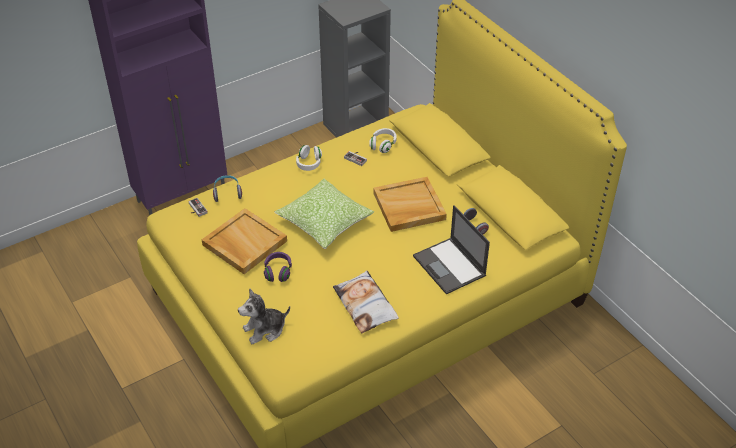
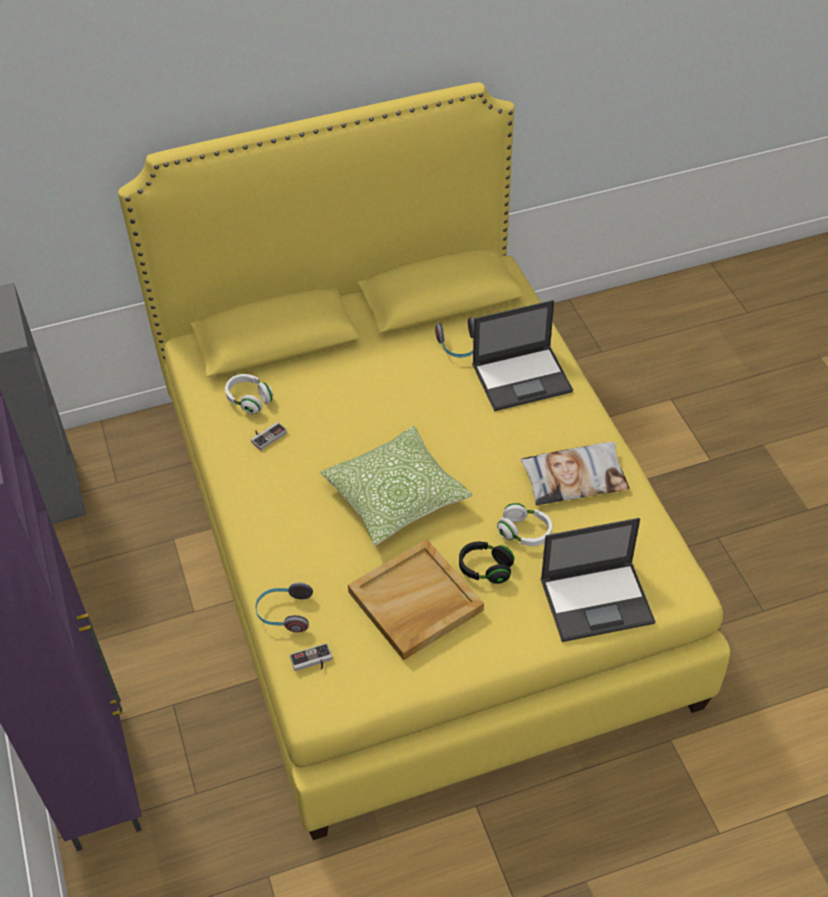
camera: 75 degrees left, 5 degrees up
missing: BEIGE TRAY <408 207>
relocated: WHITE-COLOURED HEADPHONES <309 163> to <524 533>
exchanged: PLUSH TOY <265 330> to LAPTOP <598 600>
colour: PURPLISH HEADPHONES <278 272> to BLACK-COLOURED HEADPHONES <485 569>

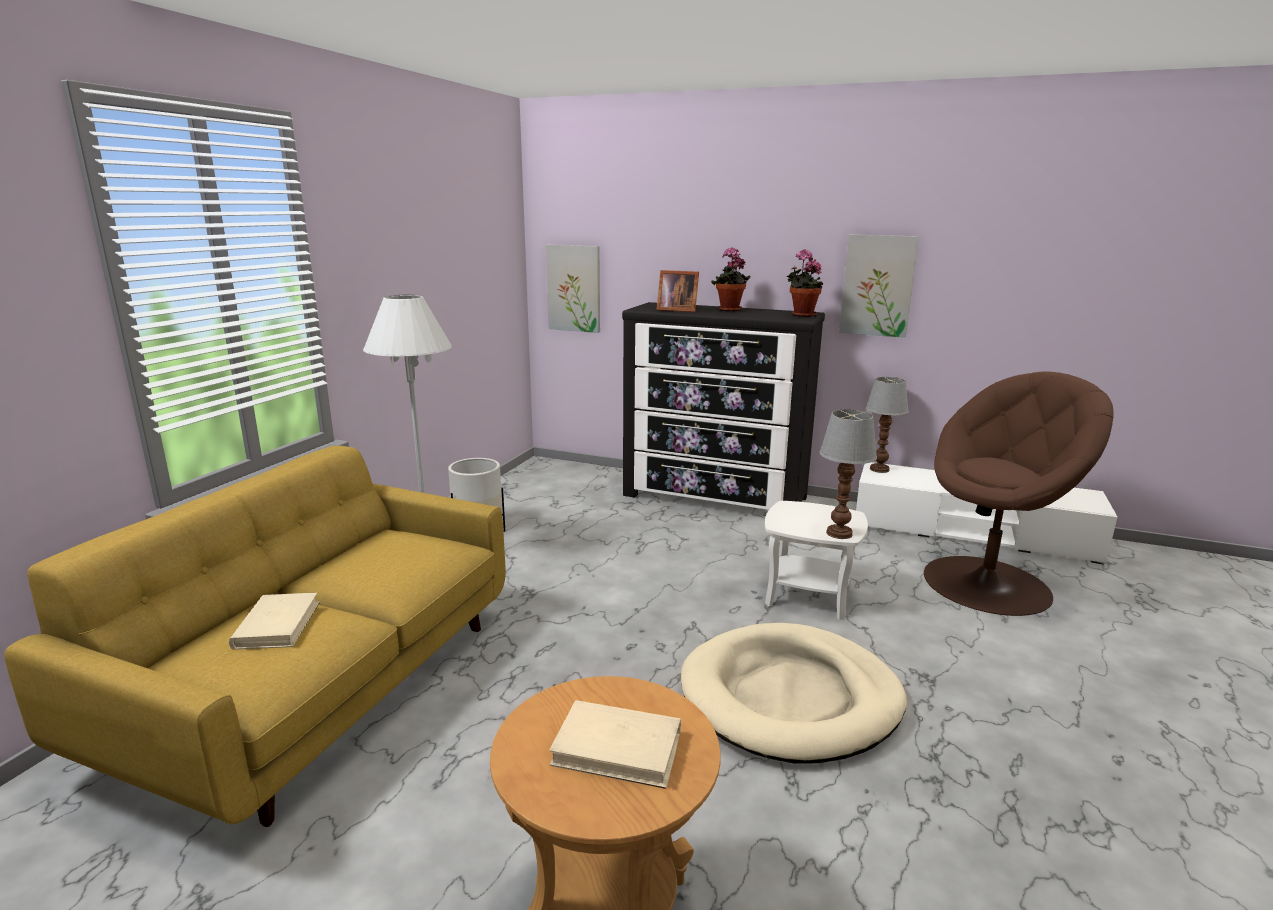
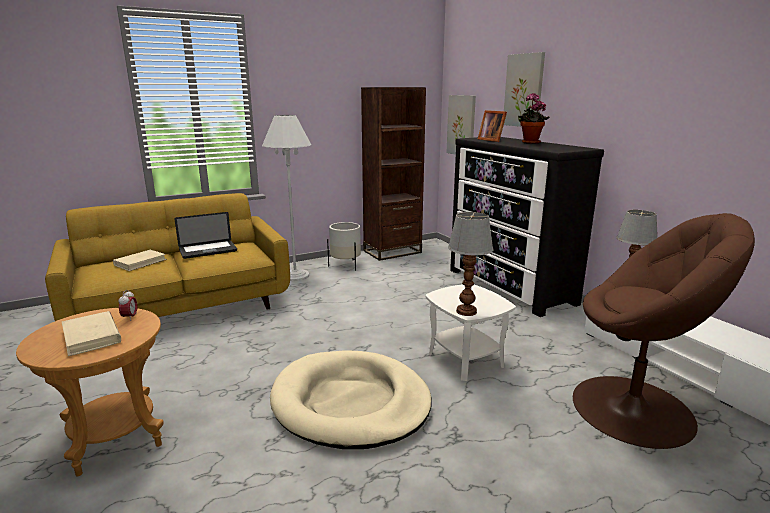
camera: 40 degrees right, 0 degrees up
missing: HOUSEPLANT <801 315>
appeared: BROWN BOOKSHELF <392 252>; LAPTOP <208 250>; BEDSIDE CLOCK <130 317>
relocated: PICTURE <877 285> to <524 90>

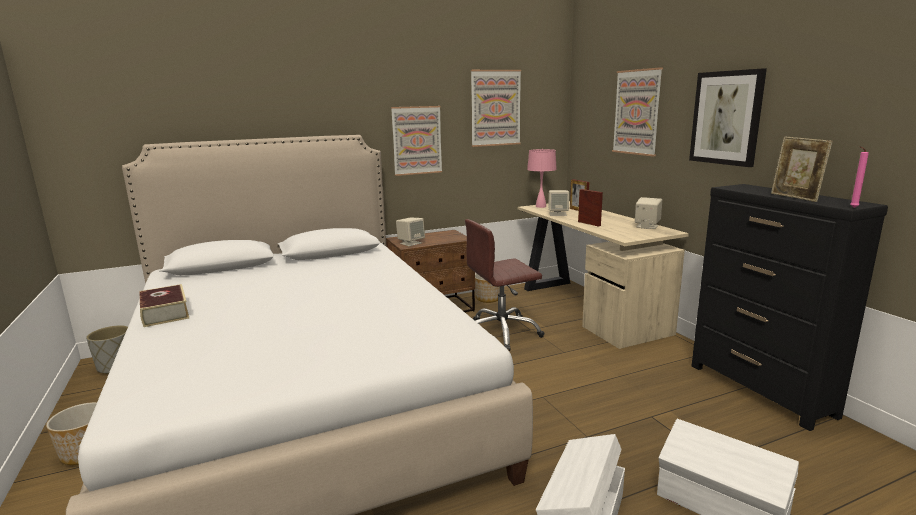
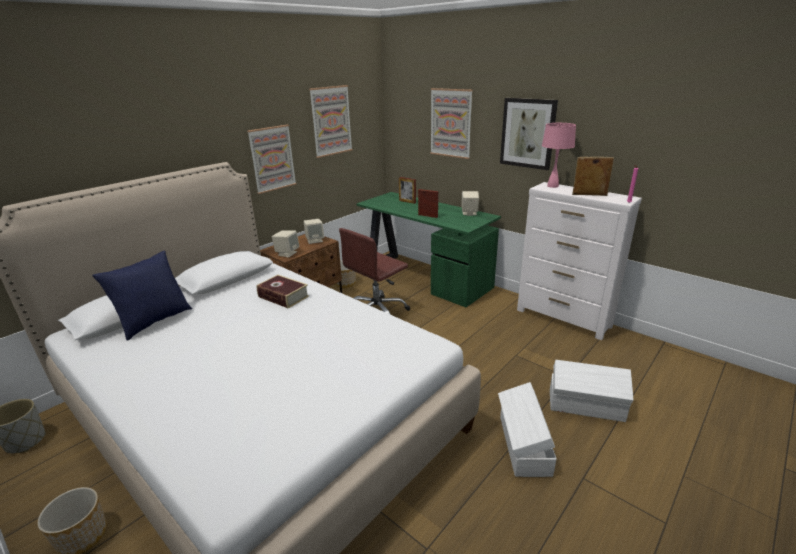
camera: 25 degrees left, 10 degrees up
appeared: BLUE-COLOURED THROW PILLOW <154 321>
relocated: PINK TABLE LAMP <541 206> to <553 186>; BEIGE LOUDSPEAKER <558 214> to <315 240>; BOOK <165 313> to <283 296>
colour: BLACK-COLOURED DRESSER <760 390> to WHITE-COLOURED DRESSER <563 318>; BEIGE DESK TABLE <588 308> to GREEN-COLOURED DESK TABLE <425 277>
spun: PICTURE FRAME <795 197> = <589 195> 150 degrees clockwise

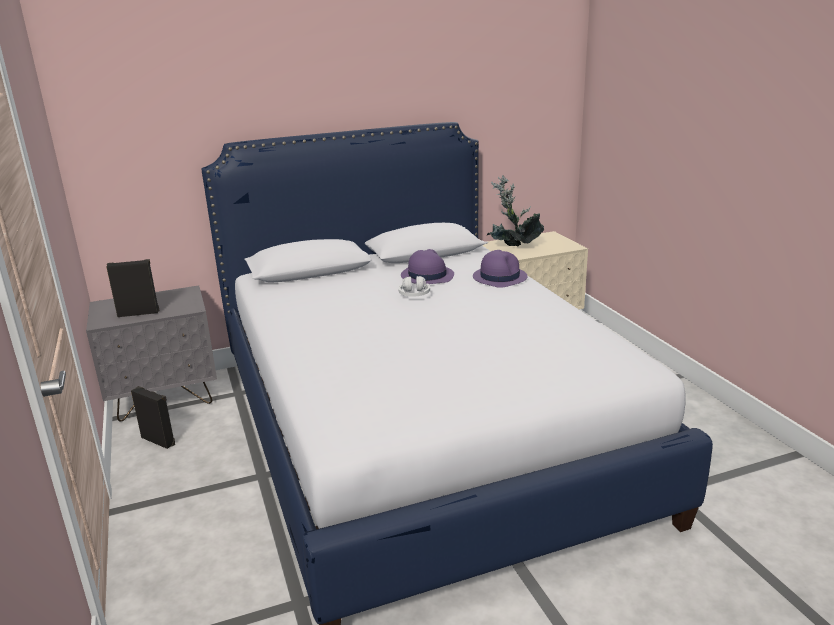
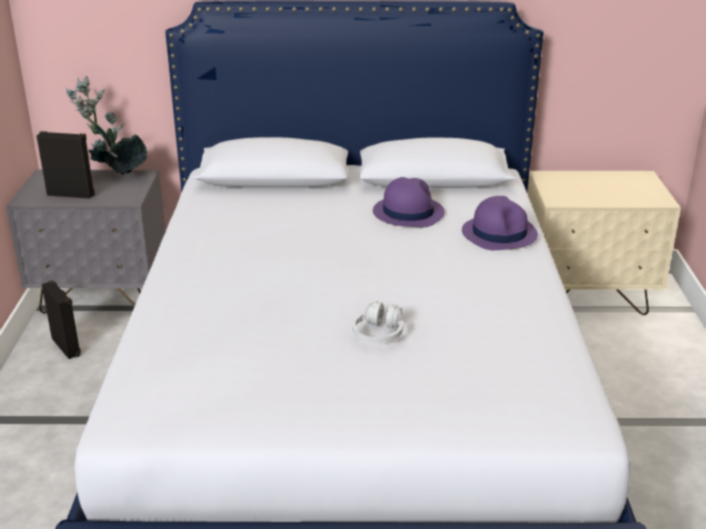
camera: 20 degrees right, 5 degrees up
relocated: HOUSEPLANT <513 248> to <115 177>; WHITE-COLOURED HEADPHONES <414 295> to <379 334>

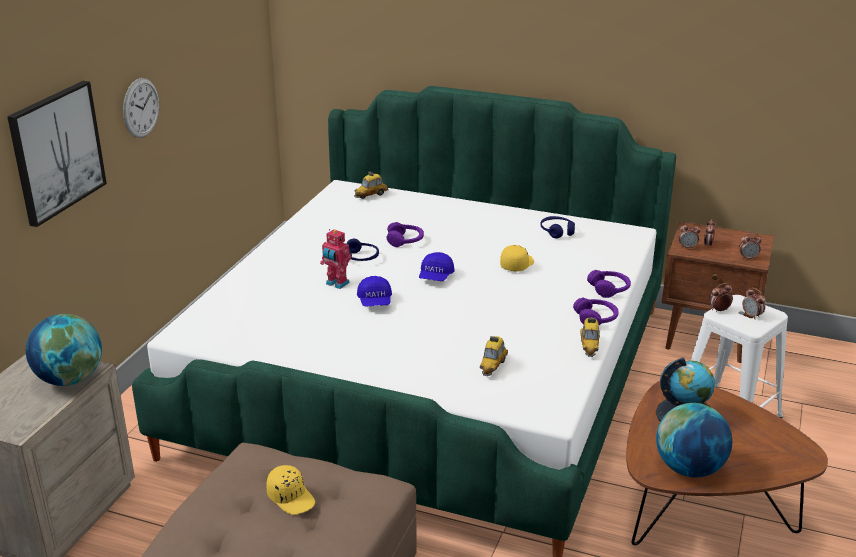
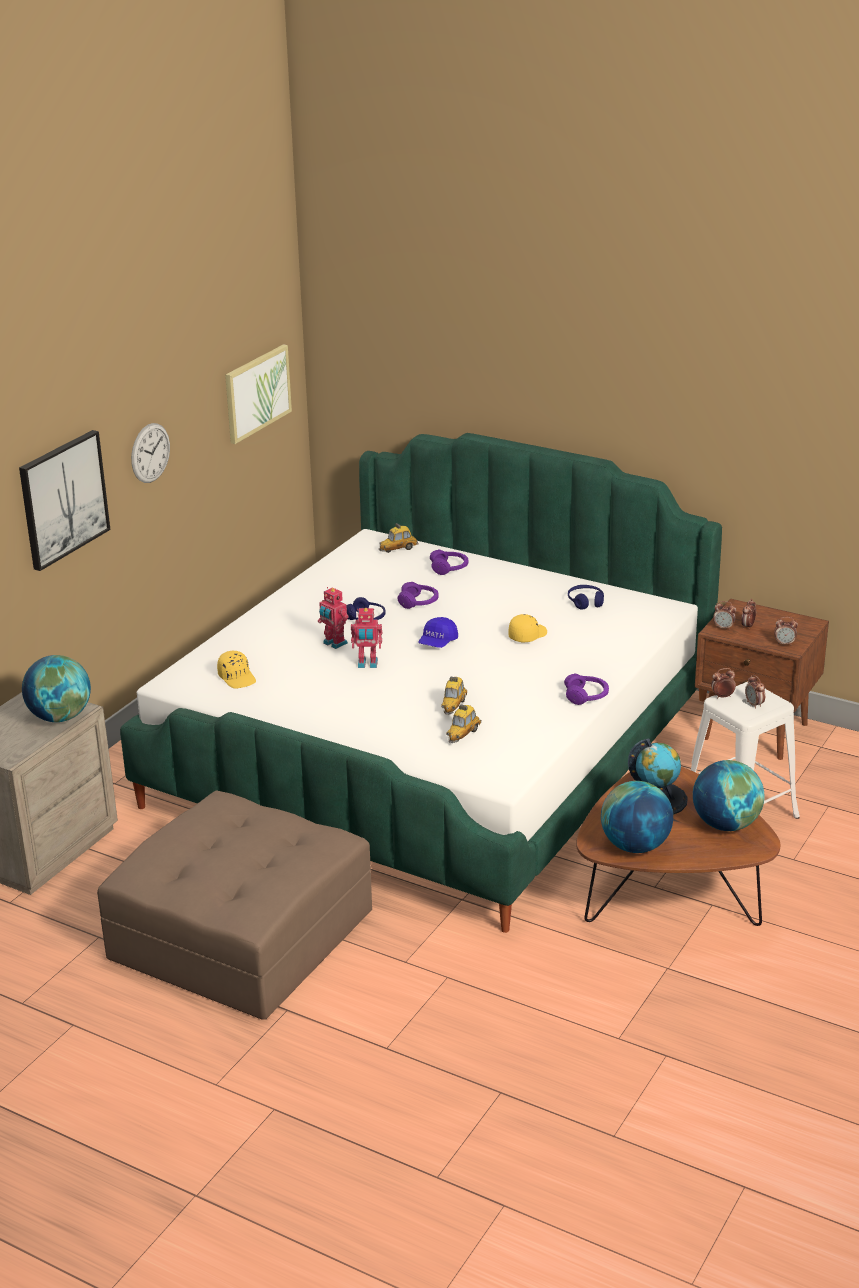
camera: 10 degrees right, 0 degrees up
appeared: PICTURE <257 393>; DESK GLOBE <726 824>
relocated: PURPLISH HEADPHONES <609 289> to <449 568>; TOY CAR <589 347> to <453 706>; YELLOW CAP <291 497> to <237 677>
exchanged: BLUE-COLOURED CAP <375 302> to ROBOT FIGURE <367 664>

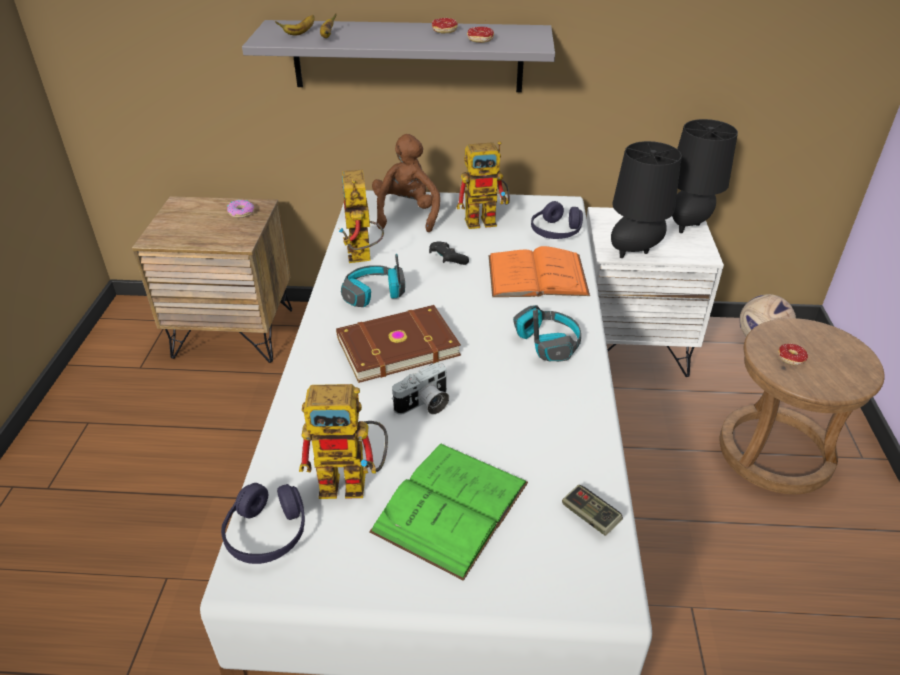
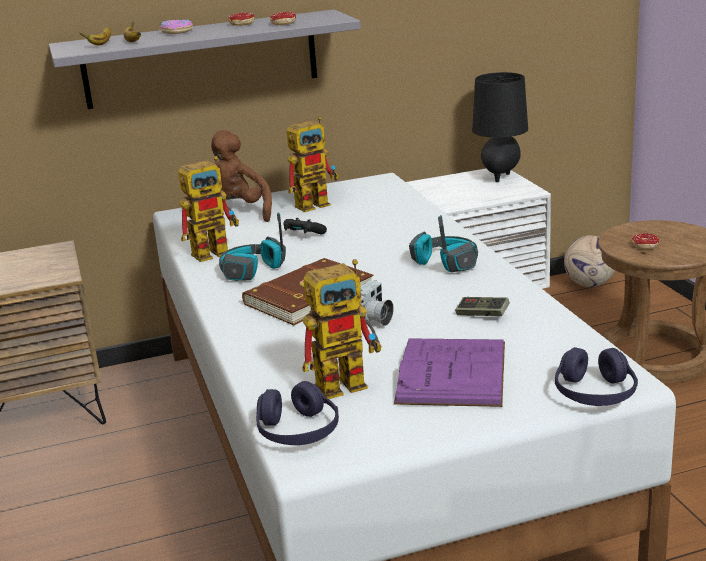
camera: 20 degrees left, 15 degrees down
missing: BLACK-COLOURED TABLE LAMP <634 252>; ORANGEY BOOK <537 275>
relocated: DOUGHNUT <241 212> to <177 32>; PURPLISH HEADPHONES <556 231> to <595 393>; GAME CONTROLLER <590 516> to <482 315>
colour: GREEN-COLOURED BOOK <451 507> to PURPLISH BOOK <452 372>
spun: ROBOT FIGURE <363 258> = <217 251> 90 degrees counterclockwise

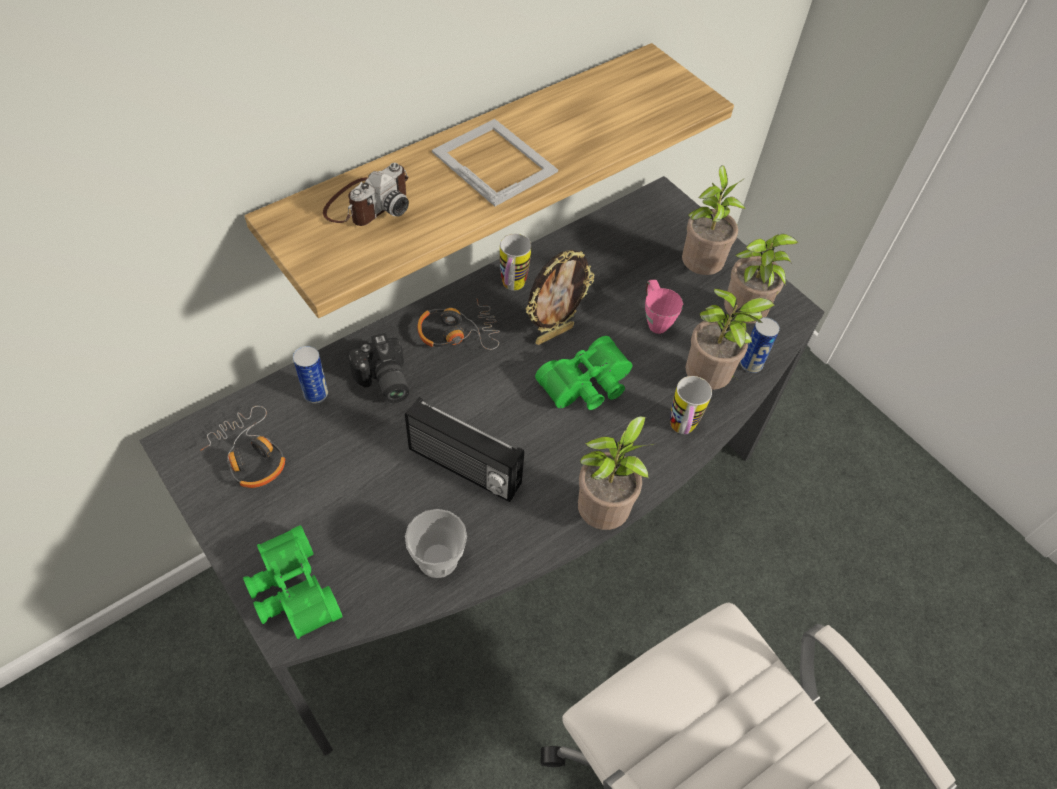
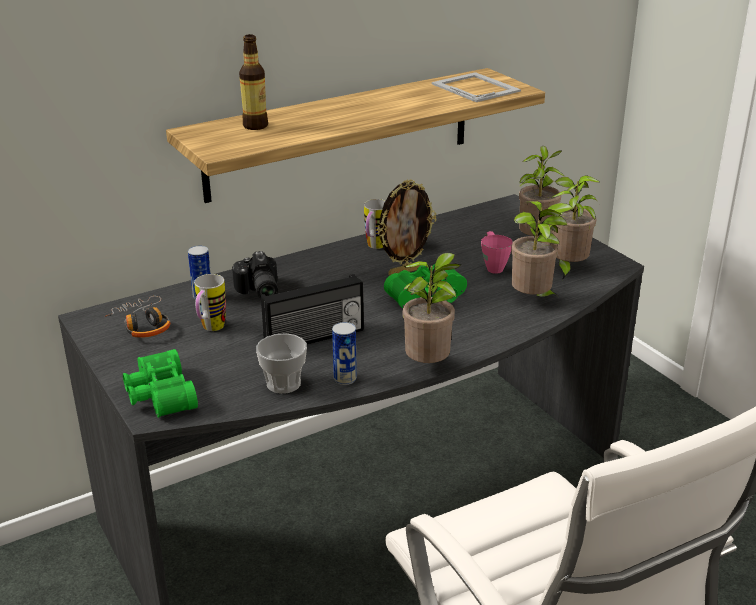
camera: 10 degrees right, 25 degrees down
missing: HEADPHONES <458 332>
relocated: PICTURE FRAME <494 160> to <475 87>; METAL CAN <751 364> to <345 379>; MUG <681 431> to <210 329>
exchanged: STILL CAMERA <368 204> to DRINK BOTTLE <255 126>
spun: RADIO RECEIVER <463 468> = <315 338> 60 degrees counterclockwise

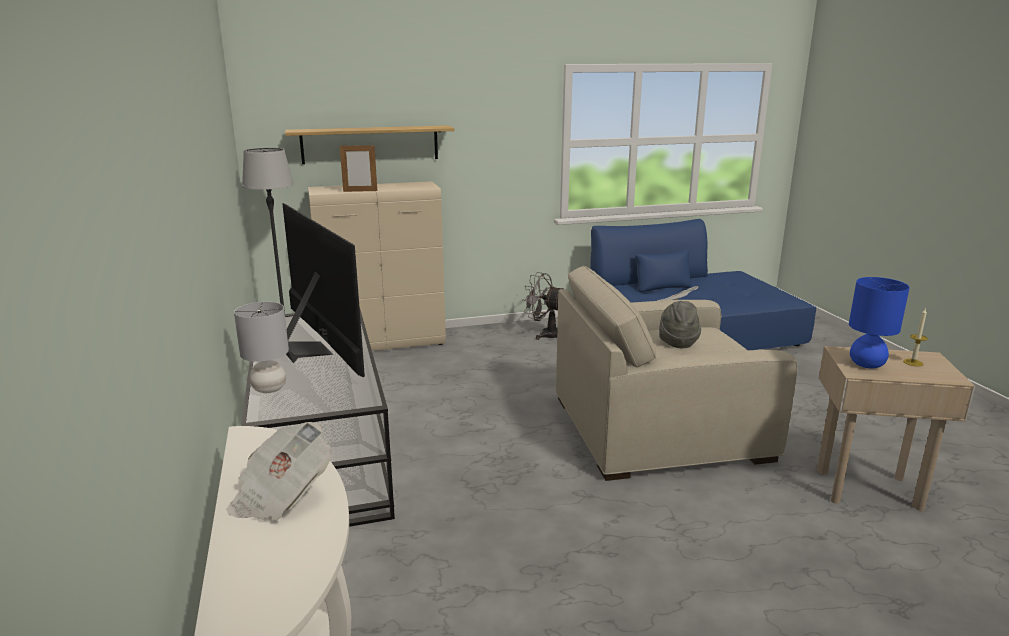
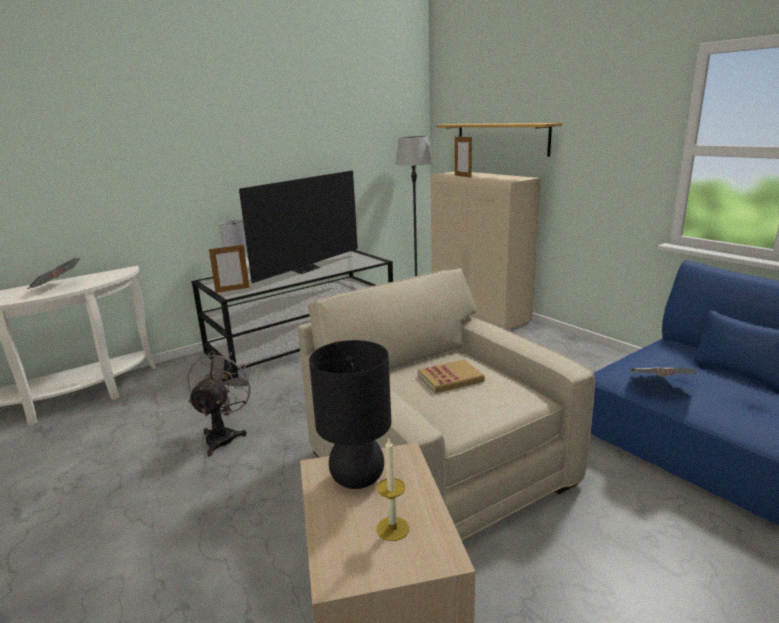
camera: 70 degrees right, 0 degrees up
appeared: PICTURE FRAME <232 290>
relocated: GREY FAN <545 334> to <224 436>
exchanged: GREY WEARABLE HAT <677 342> to BOOK <450 378>
colour: BLUE-COLOURED TABLE LAMP <866 364> to BLACK-COLOURED TABLE LAMP <356 478>

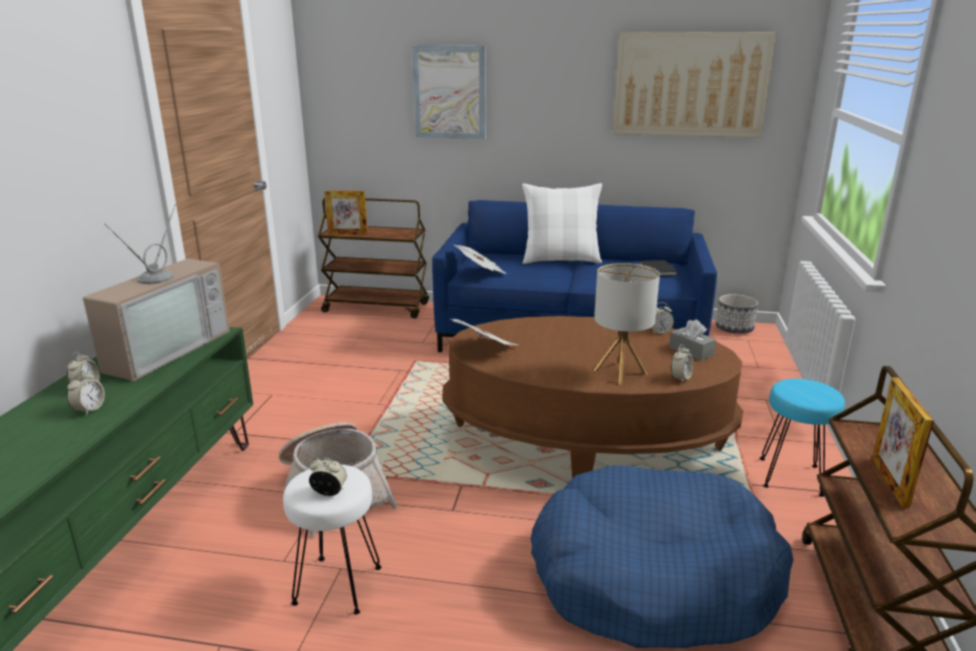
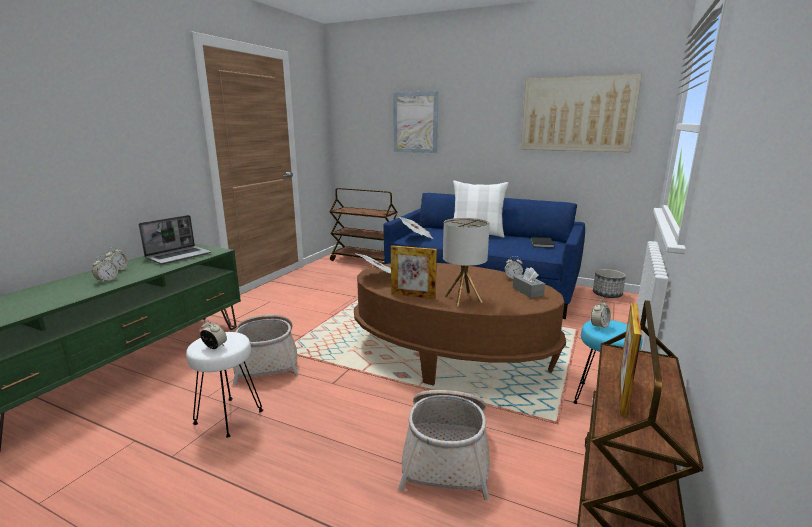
camera: 15 degrees right, 5 degrees down
relocated: PICTURE FRAME <348 234> to <413 296>; BEDSIDE CLOCK <680 378> to <599 326>
exchanged: TELEVISION <163 349> to LAPTOP <179 256>; BLUE-COLOURED DOG CUSHION <653 578> to HOUSEHOLD BASKET <446 452>

